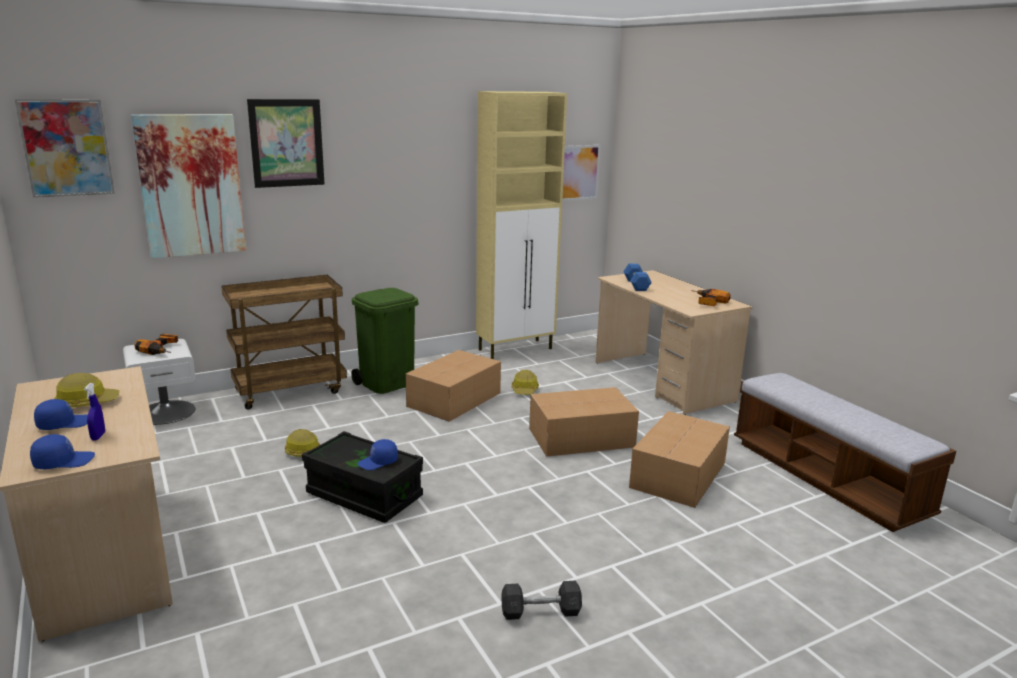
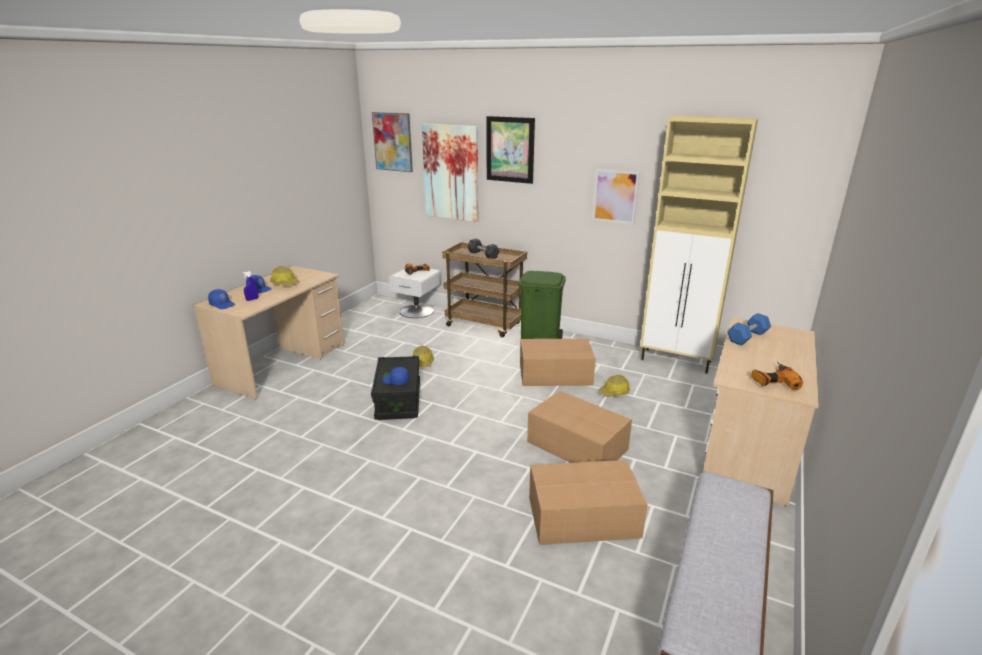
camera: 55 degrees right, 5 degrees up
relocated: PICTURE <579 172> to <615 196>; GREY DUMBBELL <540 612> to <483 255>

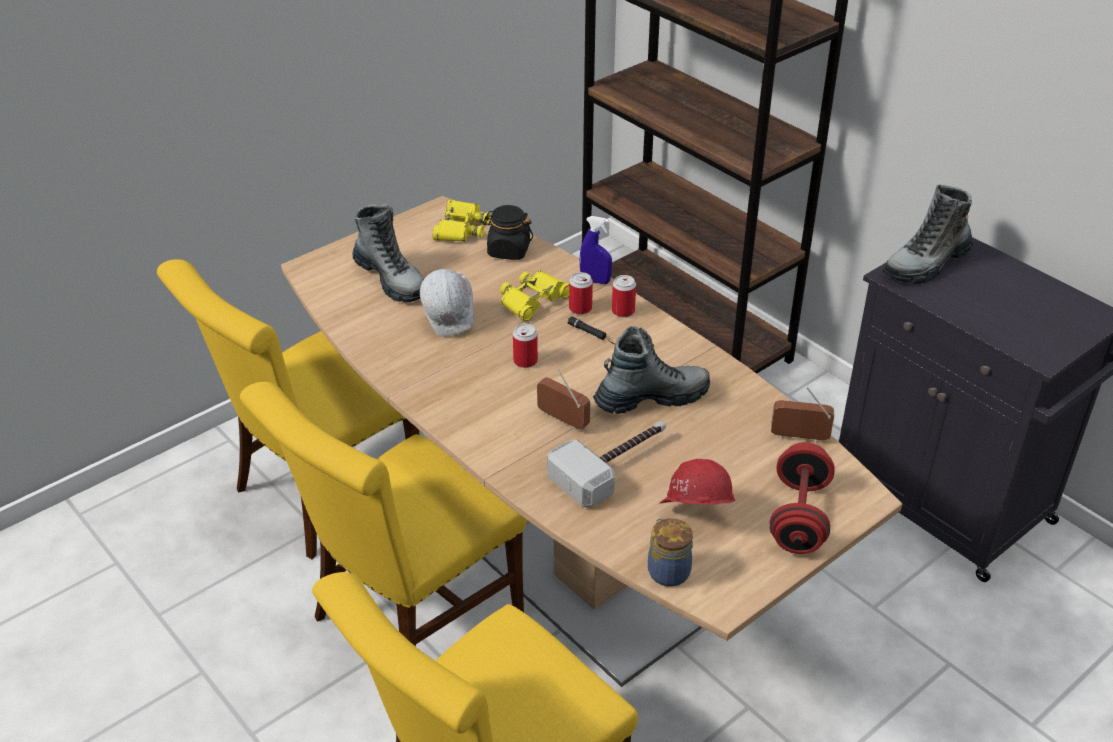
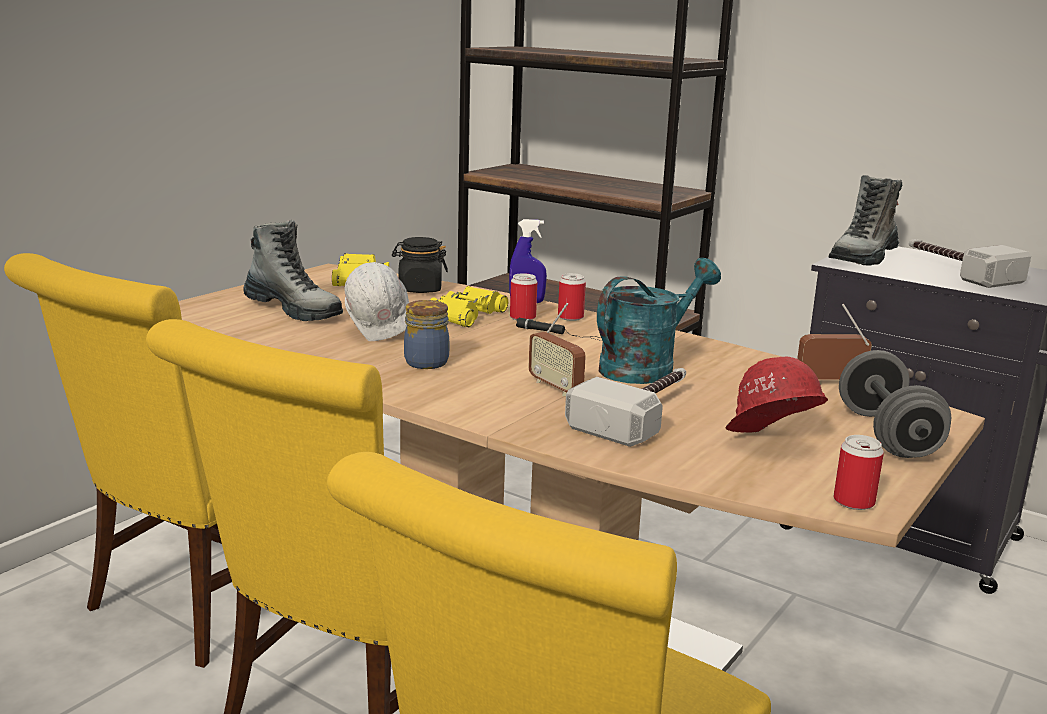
camera: 15 degrees left, 20 degrees down
appeared: HAMMER <956 271>
relocated: METAL CAN <525 361> to <853 502>; JAR <667 571> to <425 362>
exchanged: HIGH-TOP BOOT <651 398> to TURQUOISE SPRINKLING CAN <646 367>
colour: RED-COLOURED DUMBBELL <799 517> to GREY DUMBBELL <886 435>
spun: RADIO RECEIVER <562 420> = <555 387> 150 degrees counterclockwise

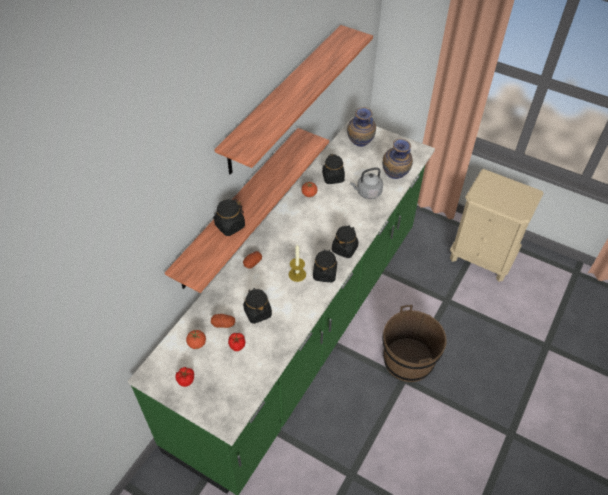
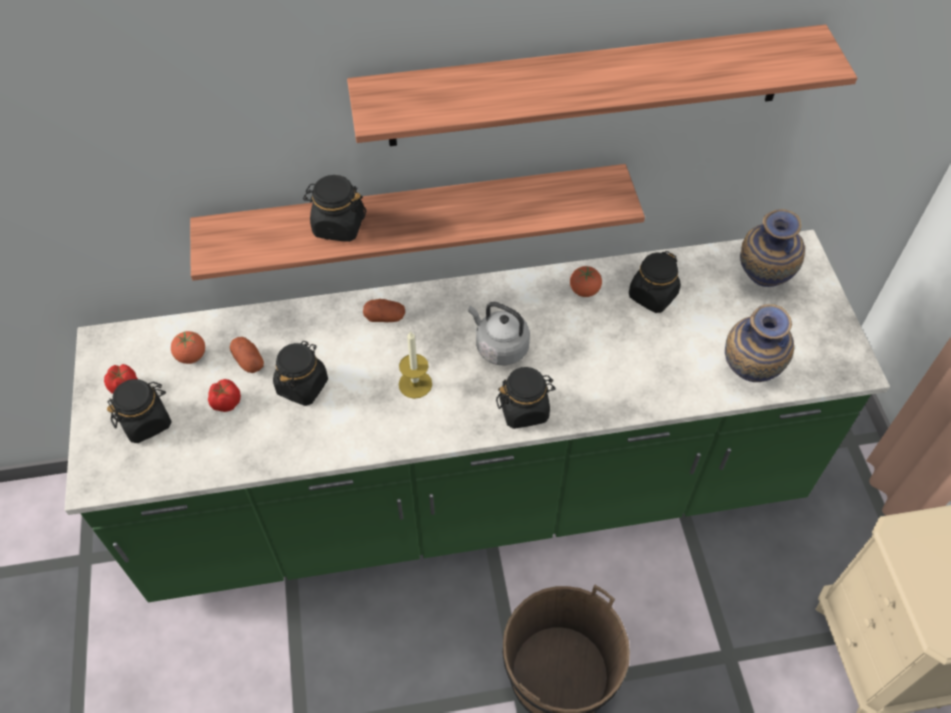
camera: 50 degrees right, 5 degrees up
relocated: GREY WATER KETTLE <367 193> to <499 347>; BLACK-COLOURED JAR <324 273> to <146 421>

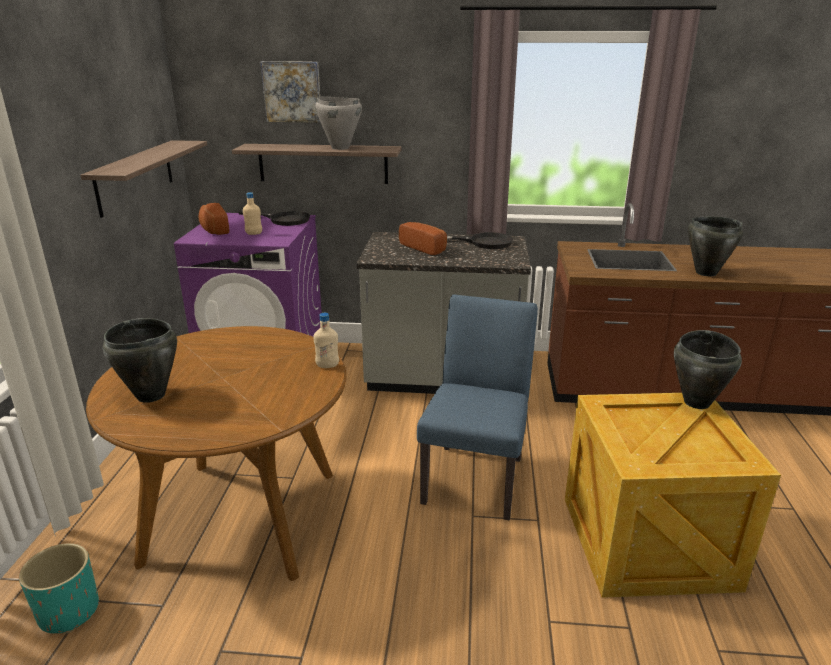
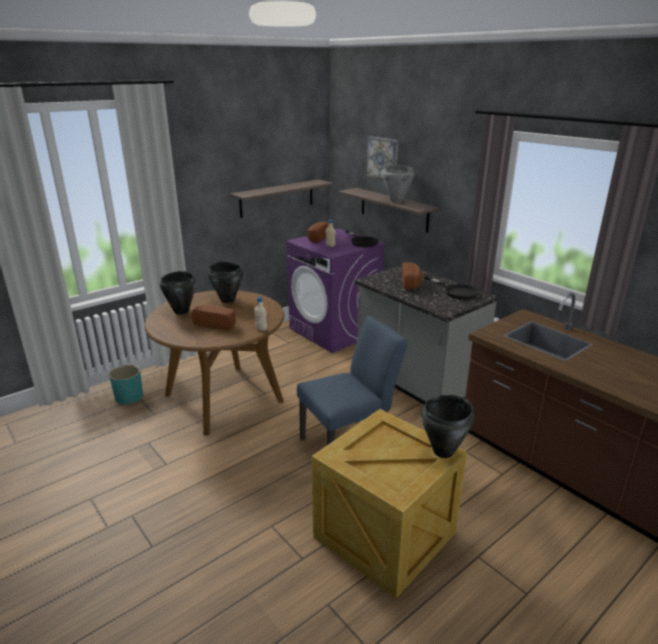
camera: 45 degrees right, 0 degrees up
appeared: BAKERY BREAD <216 324>
relocated: BLACK-COLOURED STOCKPOT <705 273> to <227 300>

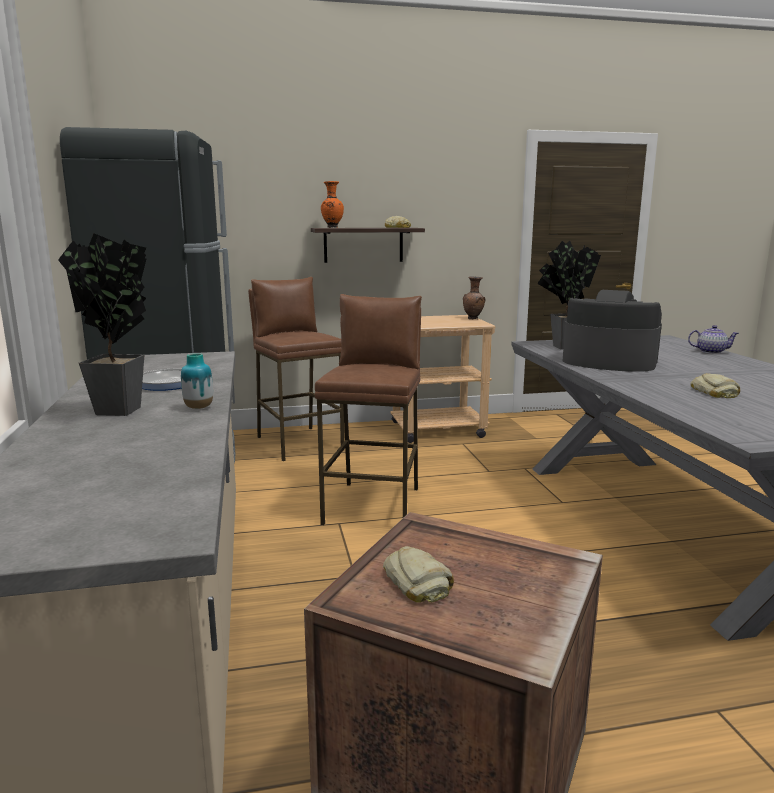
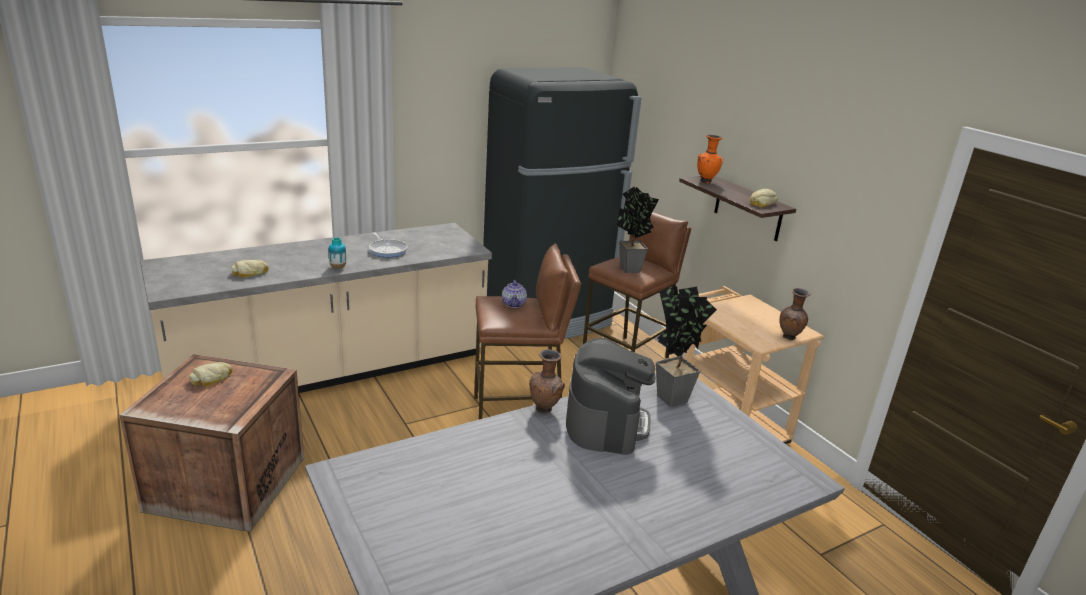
camera: 70 degrees right, 10 degrees up
appeared: BROWN FLOWER VASE <545 409>
relocated: HOUSEPLANT <123 412> to <629 271>; TEA POT <710 351> to <514 304>; BAKERY BREAD <714 392> to <250 272>

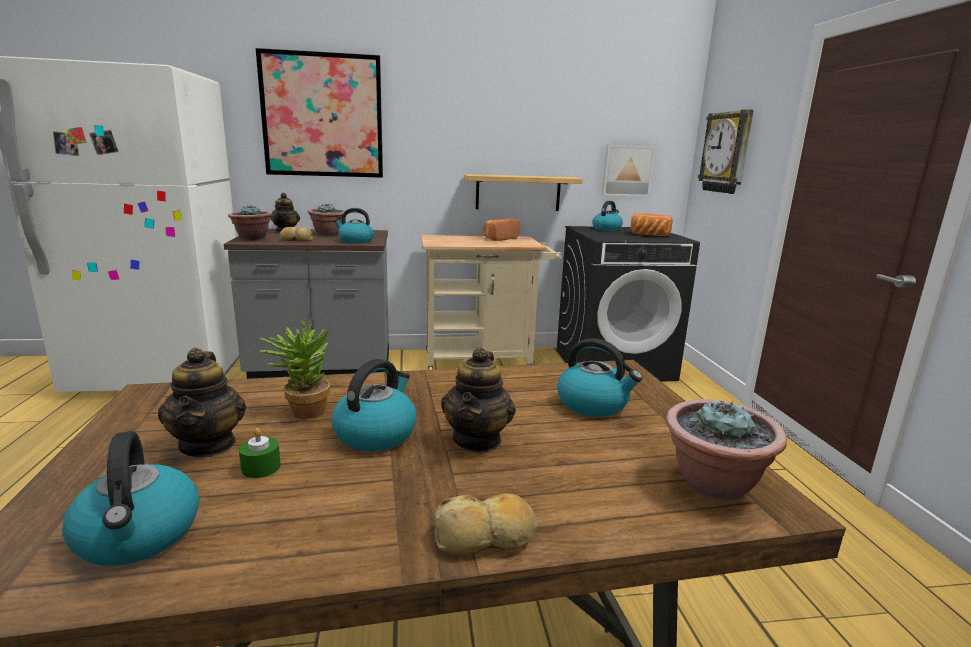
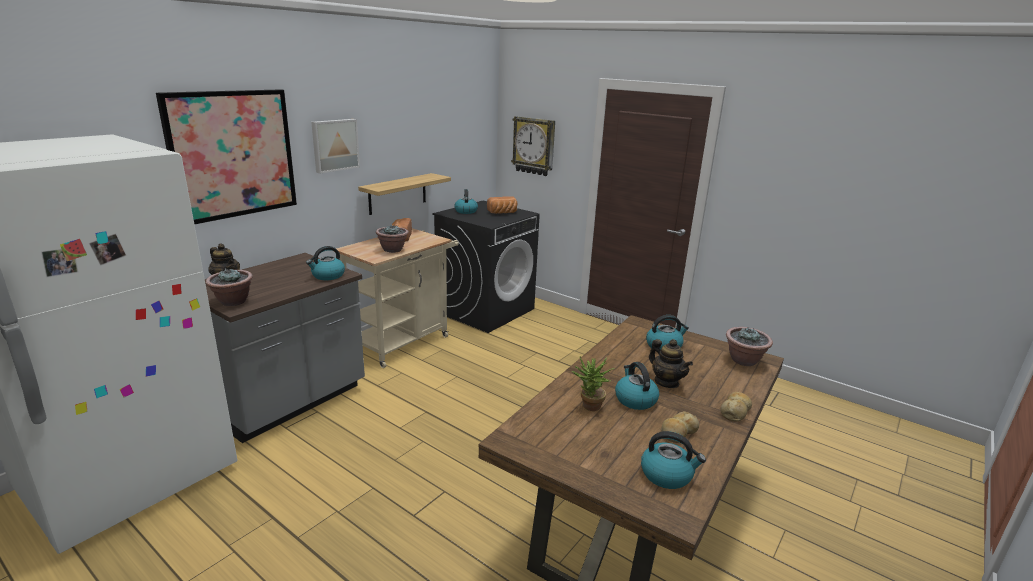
camera: 45 degrees left, 5 degrees up
missing: TEA POT <208 444>; GREEN-COLOURED CANDLE <261 467>
relocated: PICTURE <627 171> to <334 145>; HOUSEPLANT <328 234> to <393 250>; BAKERY BREAD <296 240> to <678 433>

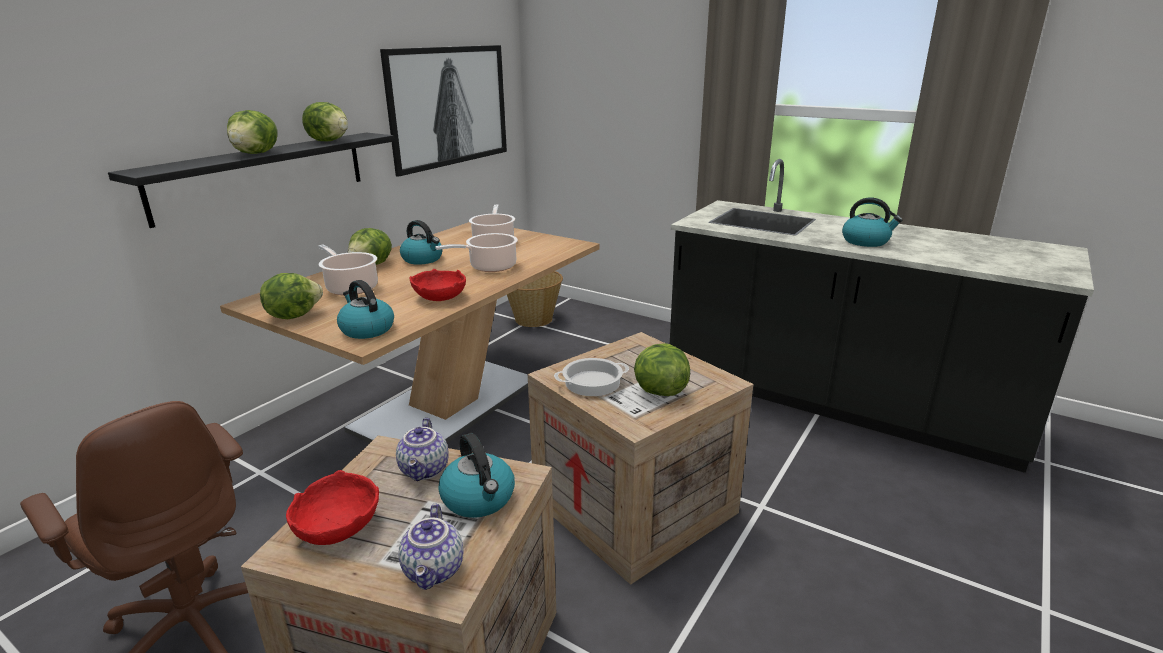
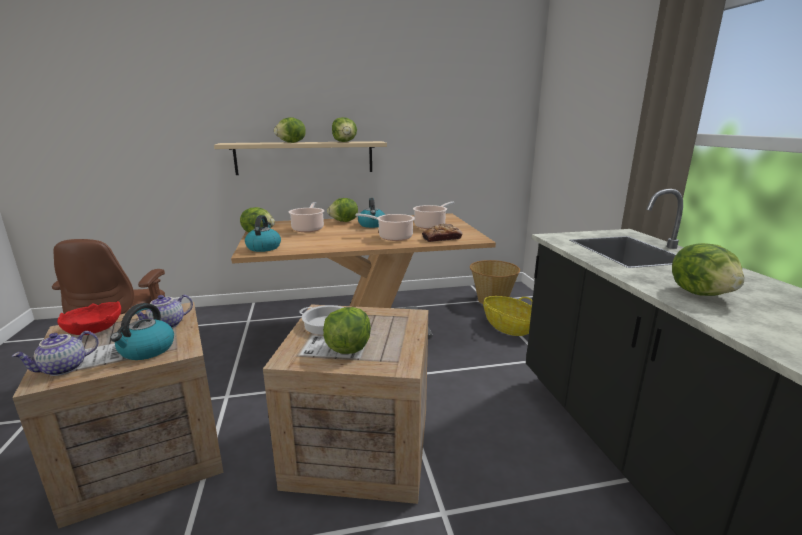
camera: 45 degrees right, 5 degrees down
missing: PICTURE <449 106>; RED-COLOURED DEEP DISH <440 297>
appeared: BAKERY BREAD <441 238>; HOUSEHOLD BASKET <508 327>
exchanged: WATER KETTLE <866 241> to LETTUCE HEAD <702 293>
colour: BLACK-COLOURED SHELF <263 175> to BEIGE SHELF <304 157>

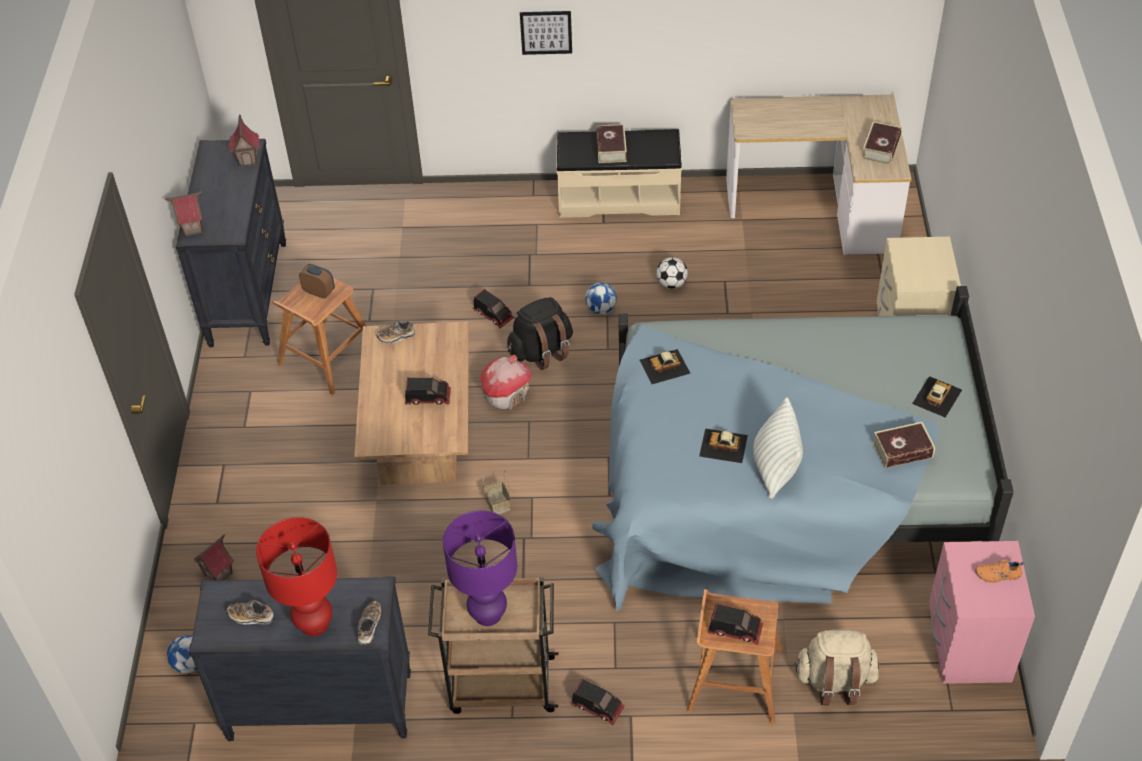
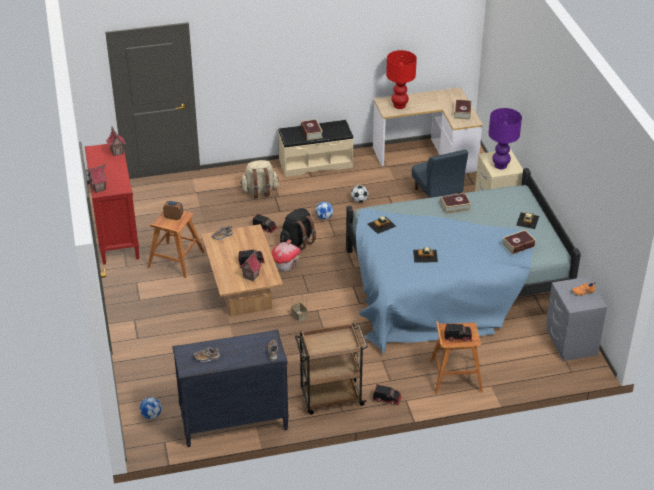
camera: 15 degrees left, 10 degrees down
missing: PICTURE <546 32>; THROW PILLOW <775 469>
appeared: BLUE-COLOURED CHAIR <437 196>; BOOK <455 206>
relocated: PURPLISH TABLE LAMP <487 614> to <500 165>; RED-COLOURED TABLE LAMP <314 624> to <399 106>; MODEL HOUSE <218 574> to <251 276>; BEIGE RUCKSACK <835 681> to <260 191>
colour: BLACK-COLOURED DRESSER <248 293> to RED-COLOURED DRESSER <116 235>; PINK BEDSIDE TABLE <967 645> to GREY BEDSIDE TABLE <570 342>

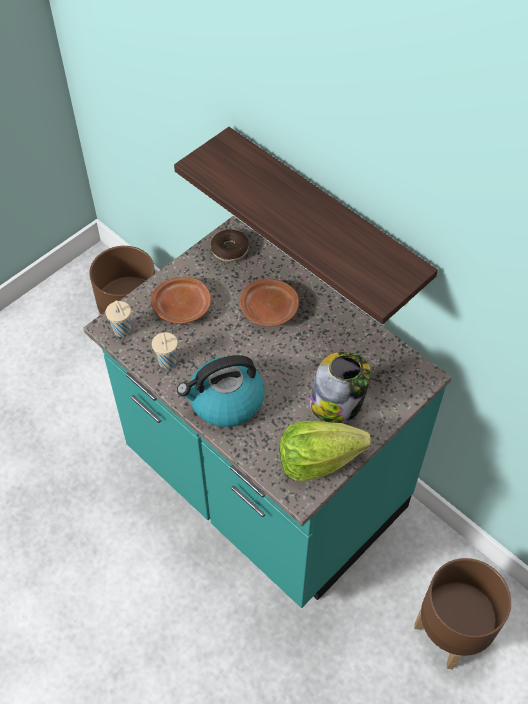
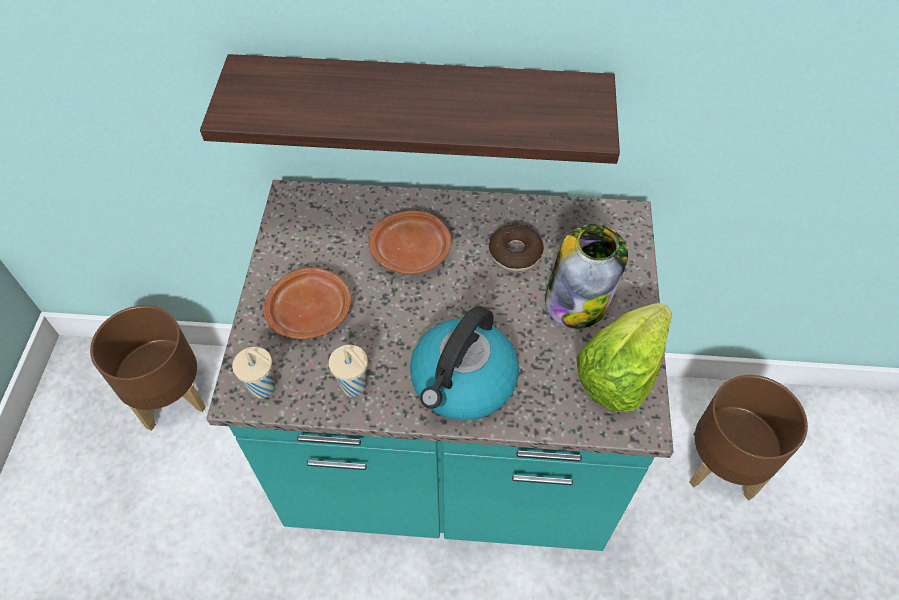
camera: 40 degrees left, 0 degrees up
relocated: DOUGHNUT <229 250> to <515 253>

